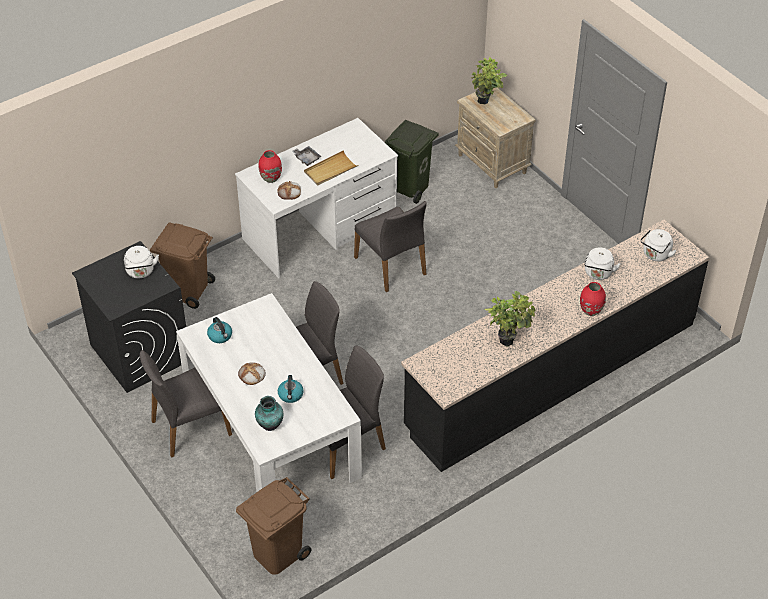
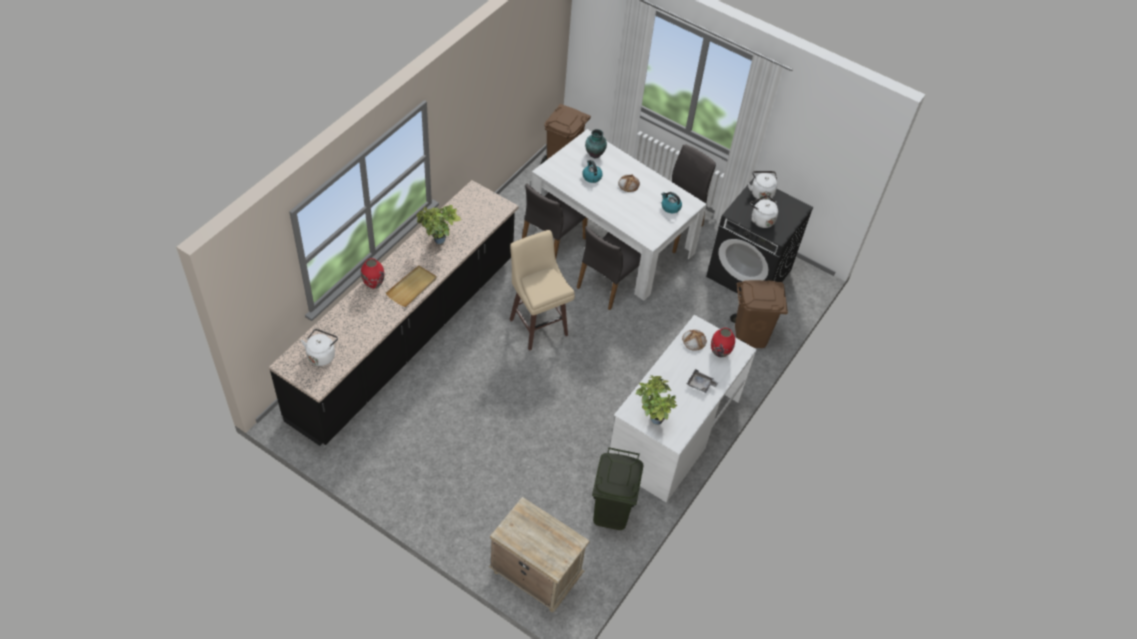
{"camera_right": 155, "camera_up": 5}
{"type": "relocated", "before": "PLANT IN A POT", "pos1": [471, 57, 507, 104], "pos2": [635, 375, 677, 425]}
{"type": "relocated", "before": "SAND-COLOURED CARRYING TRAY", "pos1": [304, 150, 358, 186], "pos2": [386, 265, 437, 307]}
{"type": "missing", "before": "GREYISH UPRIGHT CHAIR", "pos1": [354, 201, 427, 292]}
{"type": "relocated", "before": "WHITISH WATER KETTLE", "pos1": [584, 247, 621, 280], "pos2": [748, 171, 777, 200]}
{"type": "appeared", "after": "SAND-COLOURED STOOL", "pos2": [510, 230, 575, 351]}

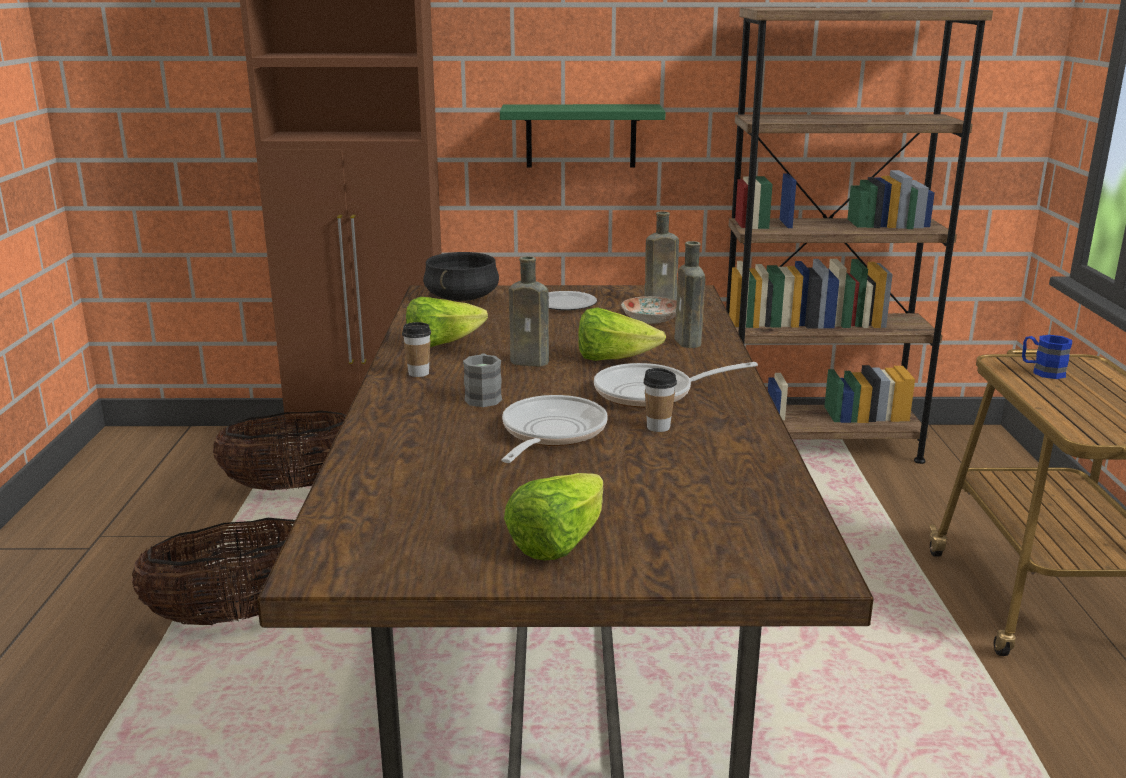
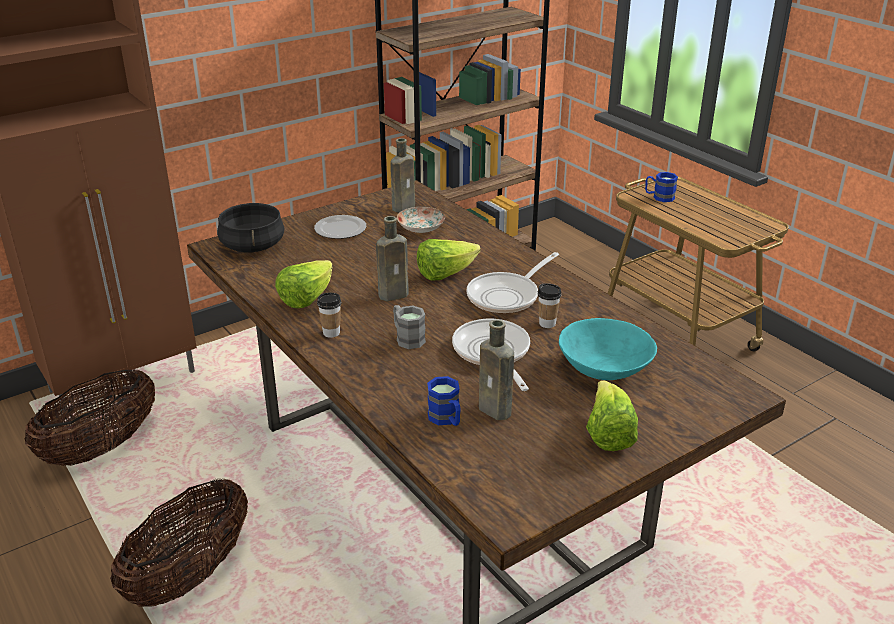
{"camera_right": -35, "camera_up": 10}
{"type": "missing", "before": "GREEN-COLOURED WALL SHELF", "pos1": [500, 104, 666, 167]}
{"type": "relocated", "before": "BROWN BEVERAGE BOTTLE", "pos1": [675, 241, 705, 348], "pos2": [479, 320, 514, 420]}
{"type": "appeared", "after": "TURQUOISE DEEP DISH", "pos2": [559, 318, 657, 380]}
{"type": "appeared", "after": "BLUE TEA MUG", "pos2": [427, 376, 461, 426]}

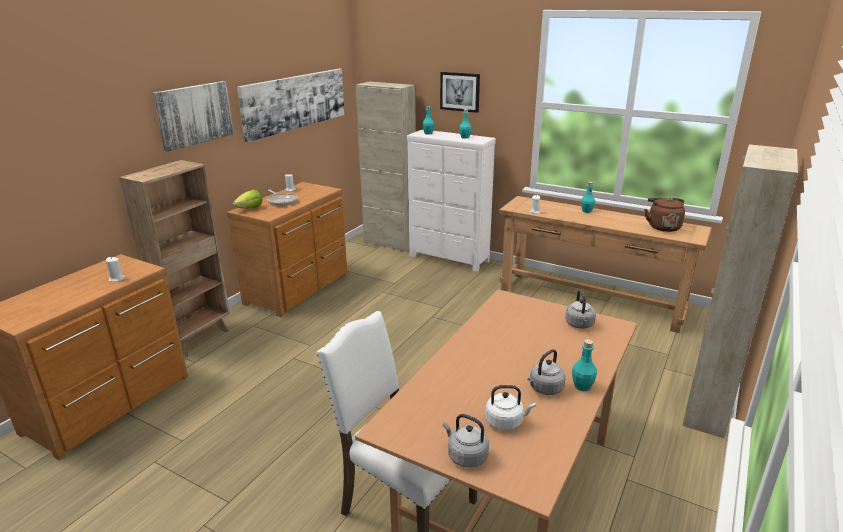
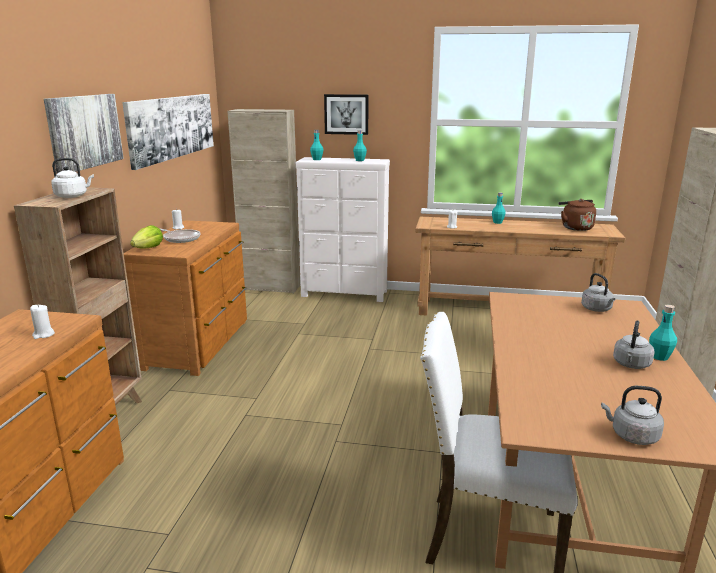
{"camera_right": -20, "camera_up": -5}
{"type": "relocated", "before": "WHITISH WATER KETTLE", "pos1": [485, 385, 536, 430], "pos2": [51, 158, 94, 198]}

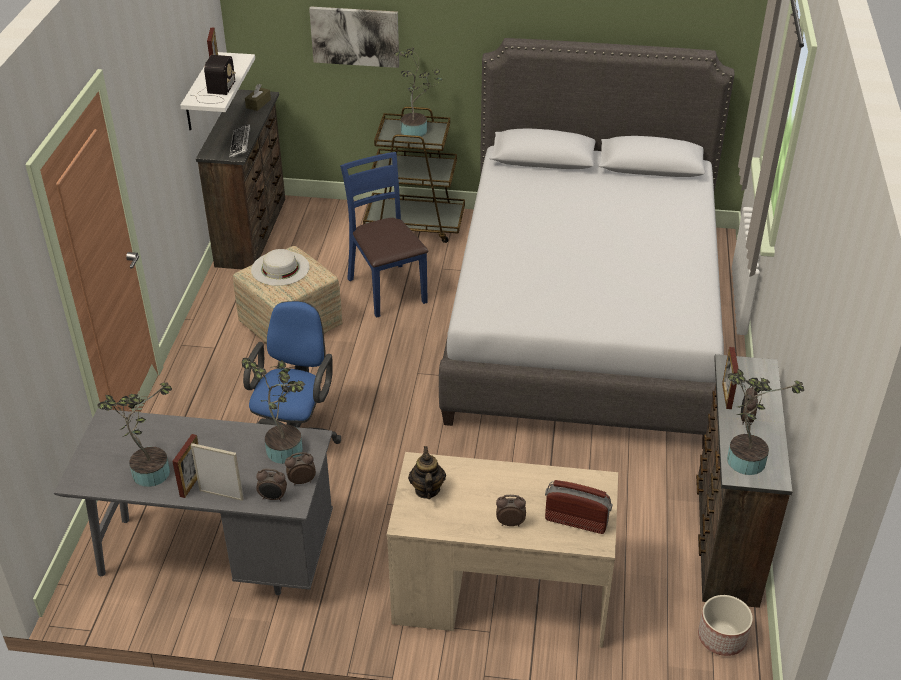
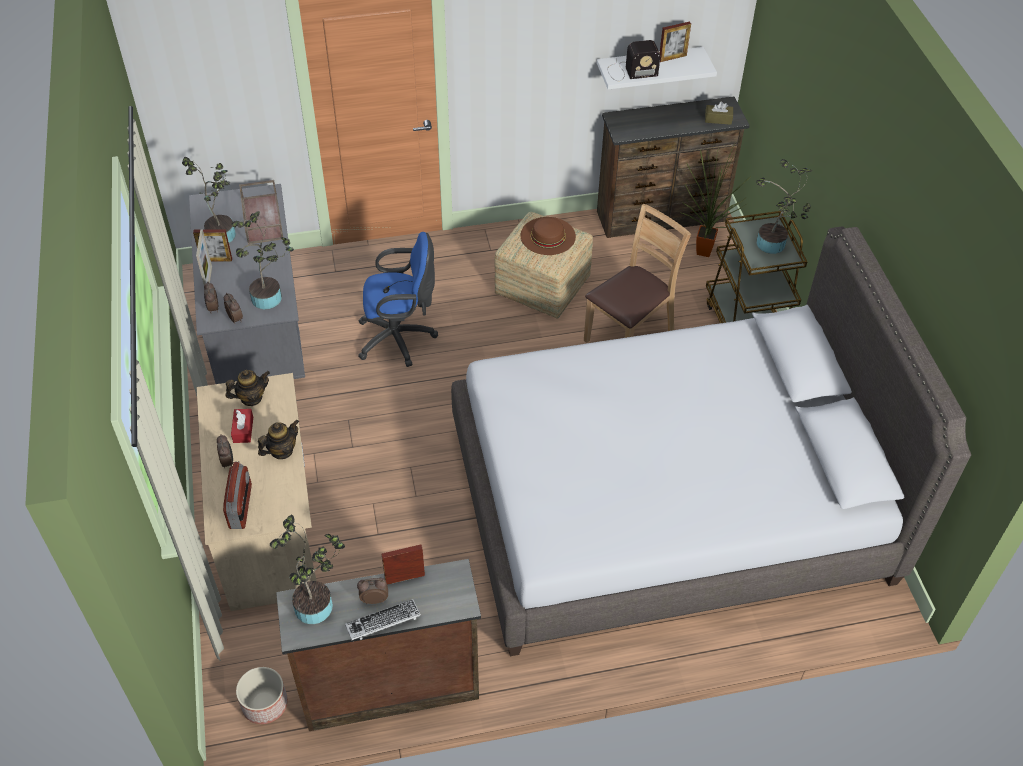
{"camera_right": 70, "camera_up": 10}
{"type": "missing", "before": "WALL ART", "pos1": [309, 6, 399, 68]}
{"type": "relocated", "before": "PC KEYBOARD", "pos1": [229, 124, 251, 159], "pos2": [345, 600, 421, 640]}
{"type": "colour", "before": "BLUE UPRIGHT CHAIR", "after": "BROWN UPRIGHT CHAIR", "pos1": [340, 152, 428, 318], "pos2": [584, 204, 691, 343]}
{"type": "colour", "before": "WHITISH WEARABLE HAT", "after": "BROWN WEARABLE HAT", "pos1": [251, 249, 309, 286], "pos2": [521, 217, 576, 255]}
{"type": "appeared", "after": "PLANT IN A POT", "pos2": [682, 143, 751, 257]}
{"type": "appeared", "after": "BROWN CARRYING TRAY", "pos2": [239, 180, 283, 245]}
{"type": "appeared", "after": "RED-COLOURED TISSUE HOLDER", "pos2": [231, 409, 253, 443]}
{"type": "appeared", "after": "TEAPOT", "pos2": [258, 419, 299, 459]}

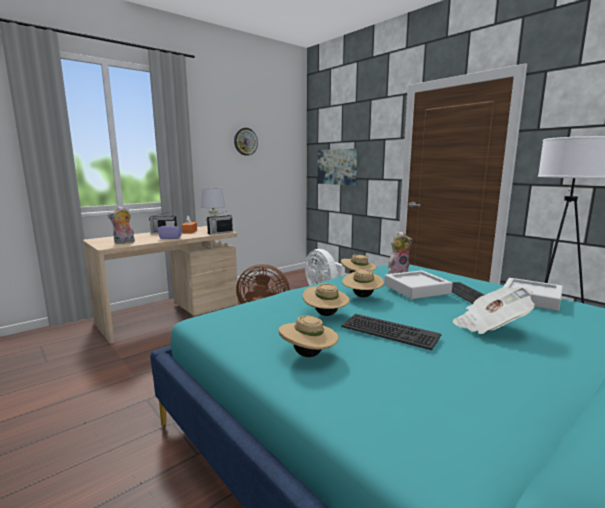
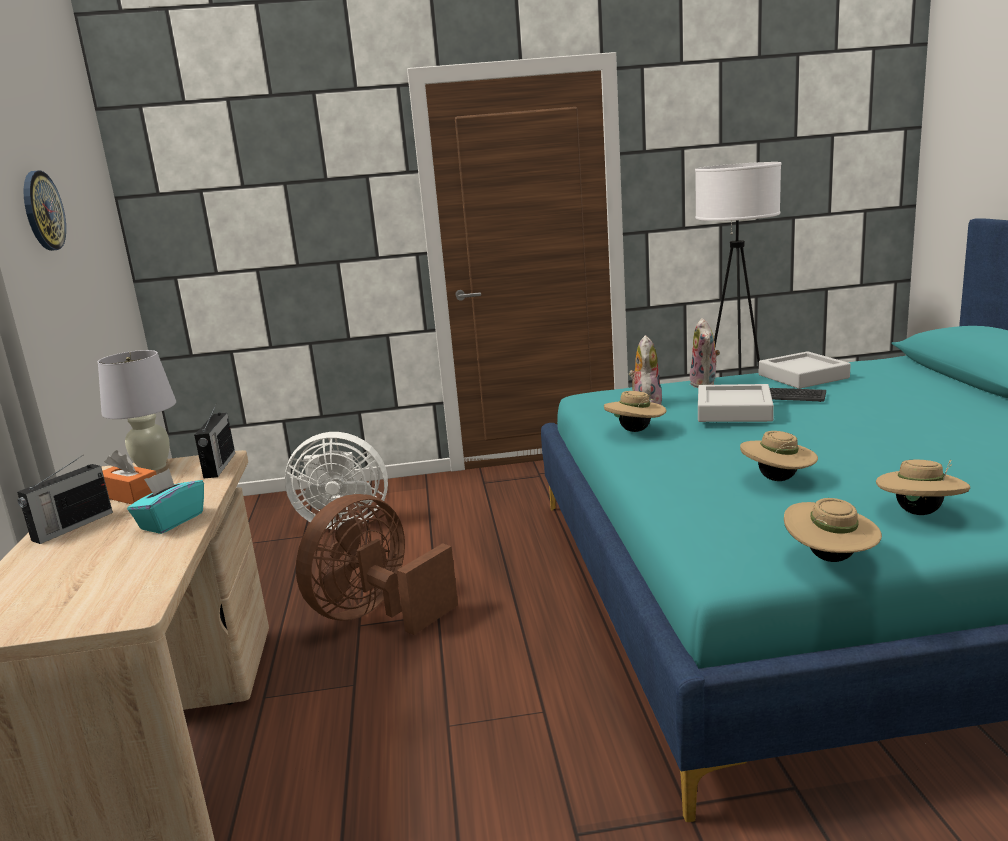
{"camera_right": -55, "camera_up": 5}
{"type": "missing", "before": "WALL ART", "pos1": [318, 149, 357, 186]}
{"type": "relocated", "before": "SOFT TOY", "pos1": [107, 206, 135, 244], "pos2": [690, 318, 720, 388]}
{"type": "colour", "before": "PURPLISH TISSUE HOLDER", "after": "TURQUOISE TISSUE HOLDER", "pos1": [157, 221, 183, 239], "pos2": [127, 469, 204, 534]}
{"type": "relocated", "before": "SAND-COLOURED WEARABLE HAT", "pos1": [342, 269, 384, 297], "pos2": [784, 498, 882, 562]}
{"type": "missing", "before": "PRINTED PAPER", "pos1": [453, 287, 535, 334]}
{"type": "missing", "before": "PC KEYBOARD", "pos1": [341, 314, 441, 350]}

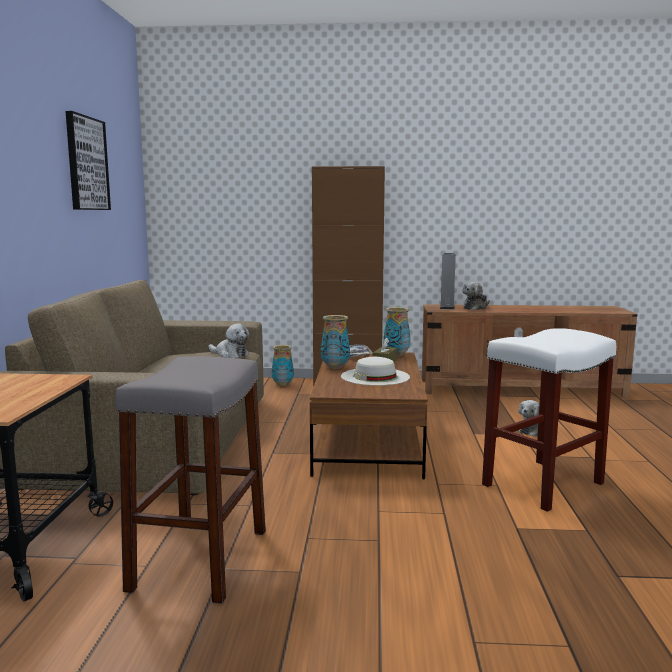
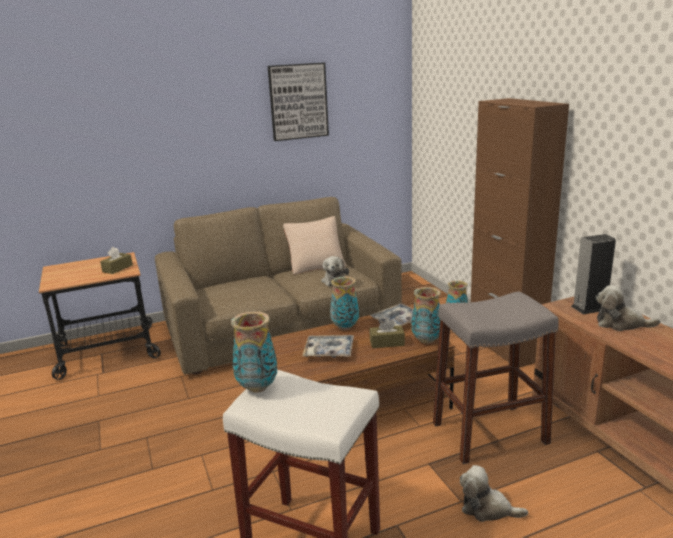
{"camera_right": 65, "camera_up": 10}
{"type": "relocated", "before": "GREYISH STOOL", "pos1": [115, 356, 266, 604], "pos2": [433, 292, 559, 464]}
{"type": "exchanged", "before": "WHITISH WEARABLE HAT", "after": "CARRYING TRAY", "pos1": [341, 357, 410, 386], "pos2": [302, 335, 354, 358]}
{"type": "appeared", "after": "SAND-COLOURED THROW PILLOW", "pos2": [283, 216, 346, 275]}
{"type": "appeared", "after": "BROWN TISSUE HOLDER", "pos2": [100, 247, 133, 274]}
{"type": "appeared", "after": "VASE", "pos2": [231, 311, 277, 393]}

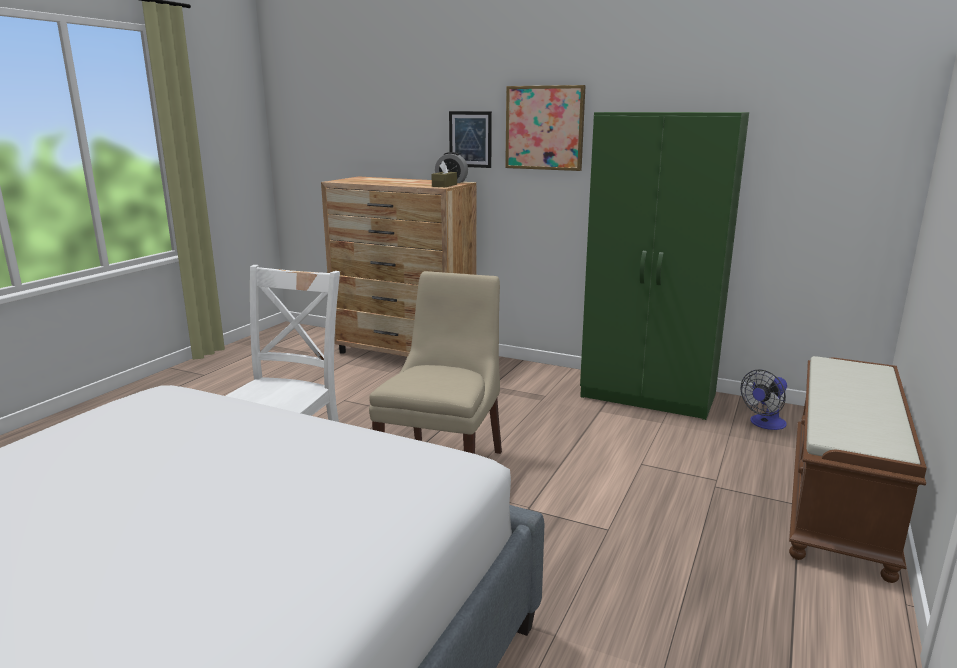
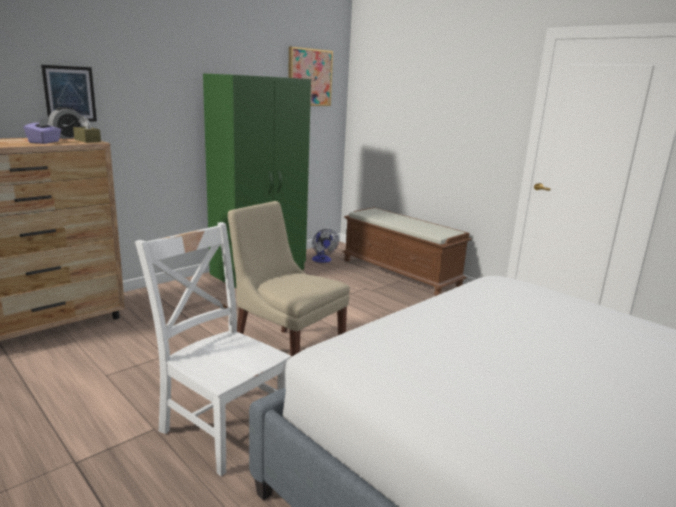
{"camera_right": -70, "camera_up": 0}
{"type": "relocated", "before": "WALL ART", "pos1": [505, 85, 586, 171], "pos2": [288, 47, 333, 106]}
{"type": "appeared", "after": "PURPLISH TISSUE HOLDER", "pos2": [24, 117, 61, 144]}

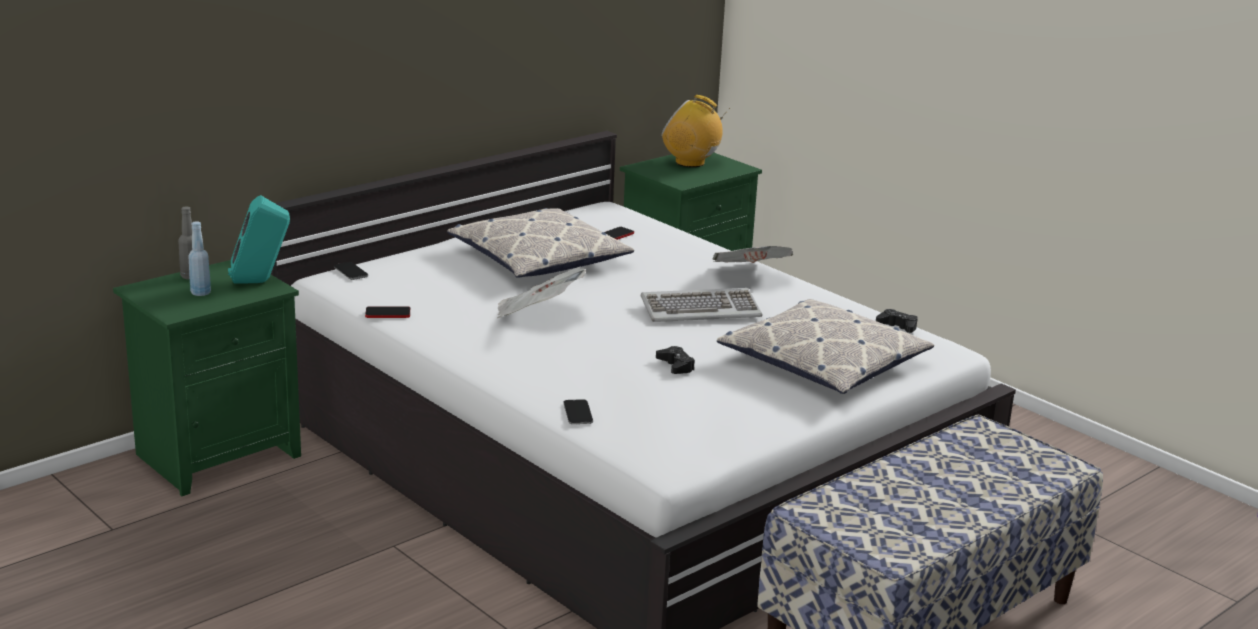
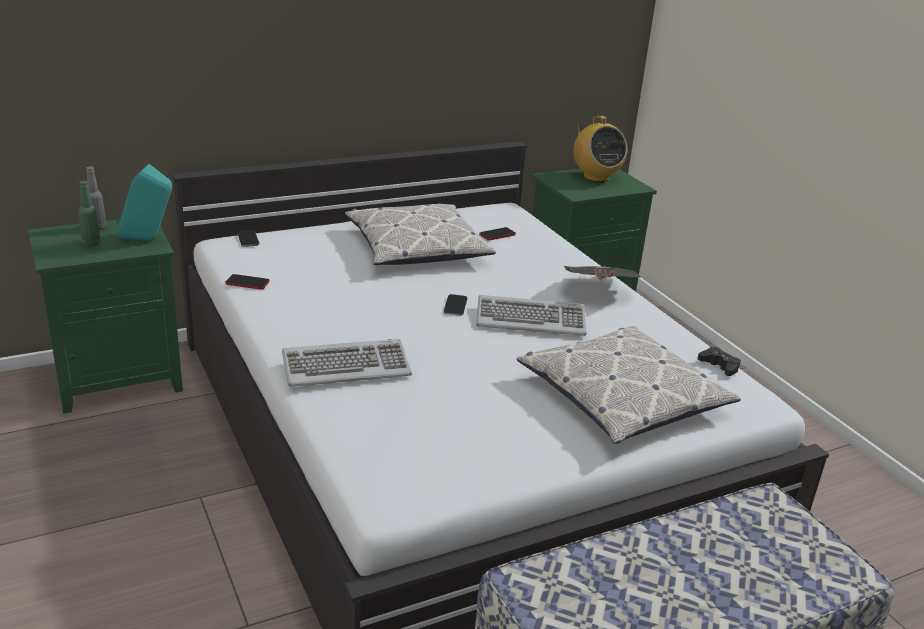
{"camera_right": 15, "camera_up": 5}
{"type": "spun", "before": "RADIO", "pos1": [661, 95, 730, 167], "pos2": [573, 116, 628, 182], "turn": -150}
{"type": "colour", "before": "BLUE BEVERAGE BOTTLE", "after": "GREEN-COLOURED BEVERAGE BOTTLE", "pos1": [188, 221, 211, 296], "pos2": [78, 181, 101, 246]}
{"type": "missing", "before": "PRINTED PAPER", "pos1": [497, 266, 586, 318]}
{"type": "missing", "before": "BLACKISH GAME CONTROLLER", "pos1": [656, 346, 695, 374]}
{"type": "relocated", "before": "HANDSET", "pos1": [563, 399, 593, 424], "pos2": [444, 294, 467, 316]}
{"type": "appeared", "after": "PC KEYBOARD", "pos2": [282, 339, 412, 386]}

